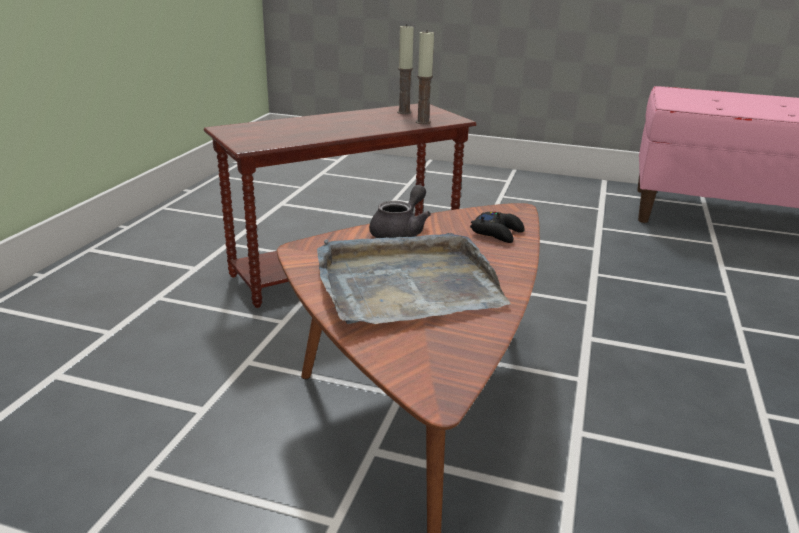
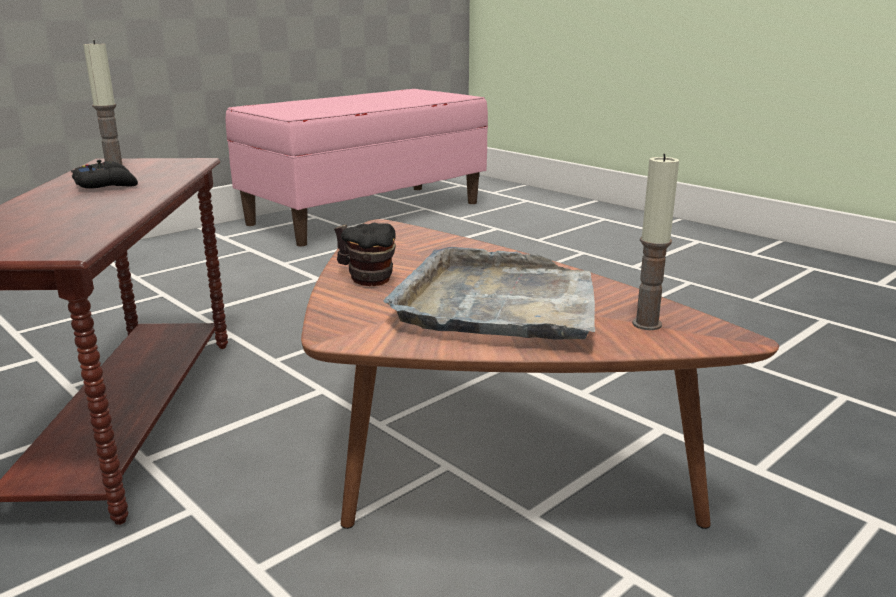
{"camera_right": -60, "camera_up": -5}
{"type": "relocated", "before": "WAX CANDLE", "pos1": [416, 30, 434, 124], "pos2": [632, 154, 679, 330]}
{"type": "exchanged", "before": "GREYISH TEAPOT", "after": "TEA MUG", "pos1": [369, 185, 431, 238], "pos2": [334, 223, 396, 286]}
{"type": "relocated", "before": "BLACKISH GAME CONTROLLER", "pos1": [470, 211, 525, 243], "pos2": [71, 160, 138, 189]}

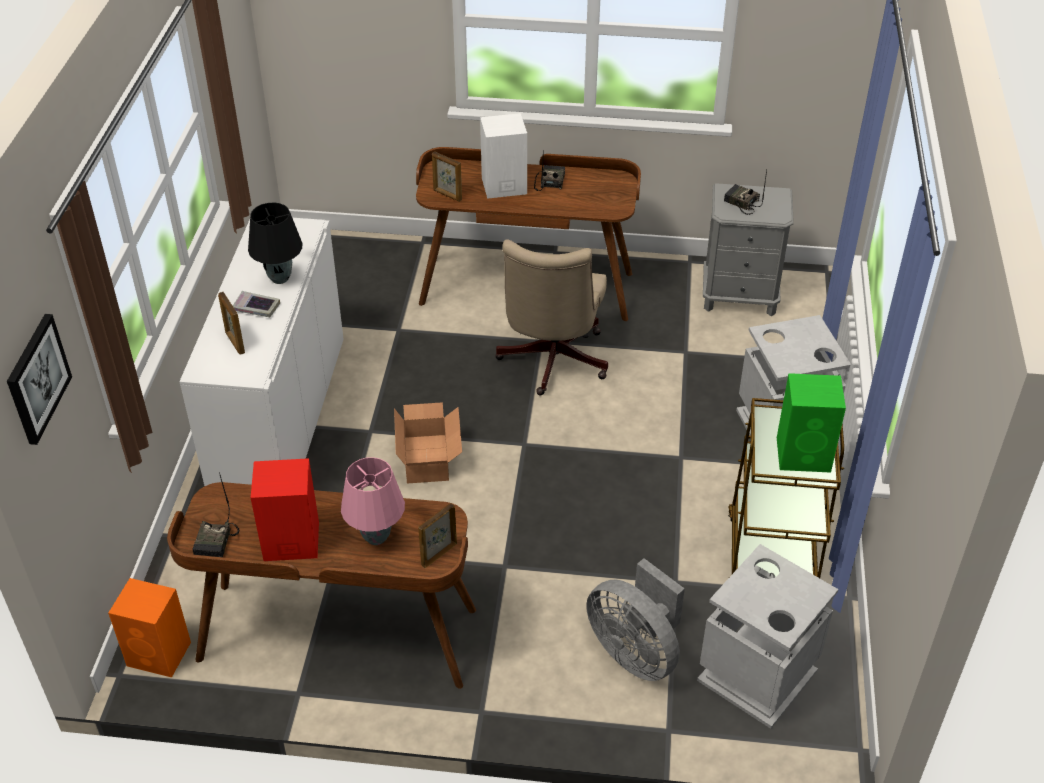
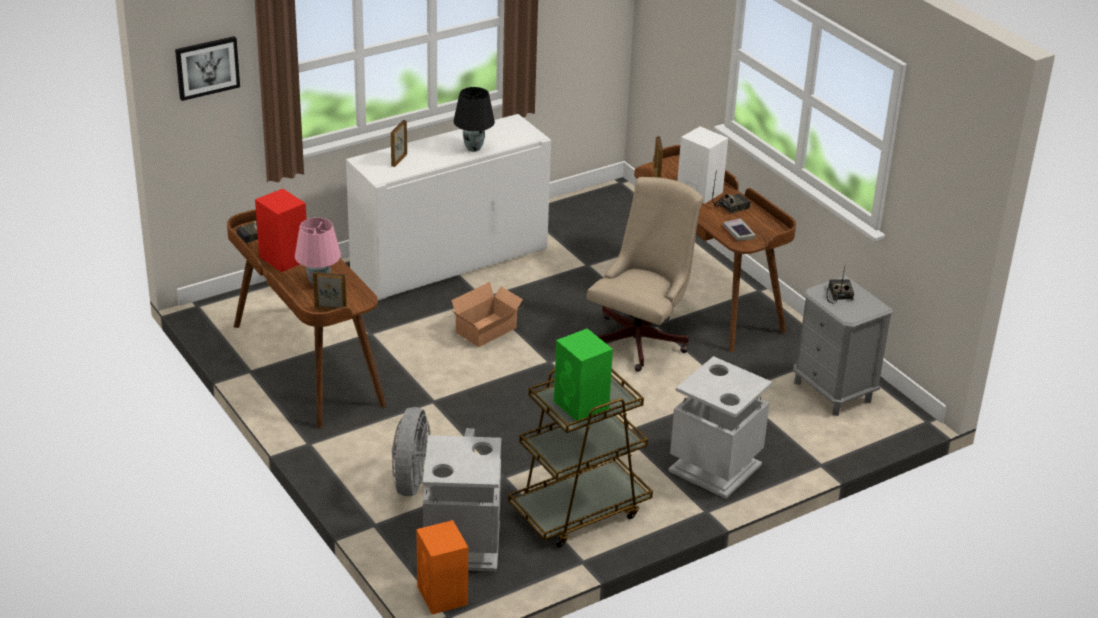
{"camera_right": 50, "camera_up": -10}
{"type": "spun", "before": "SAND-COLOURED DESK CHAIR", "pos1": [495, 239, 608, 395], "pos2": [587, 177, 703, 372], "turn": 150}
{"type": "relocated", "before": "VOLUME", "pos1": [233, 291, 280, 317], "pos2": [723, 218, 756, 241]}
{"type": "relocated", "before": "ORANGE-COLOURED LOUDSPEAKER", "pos1": [108, 578, 191, 677], "pos2": [417, 520, 468, 615]}

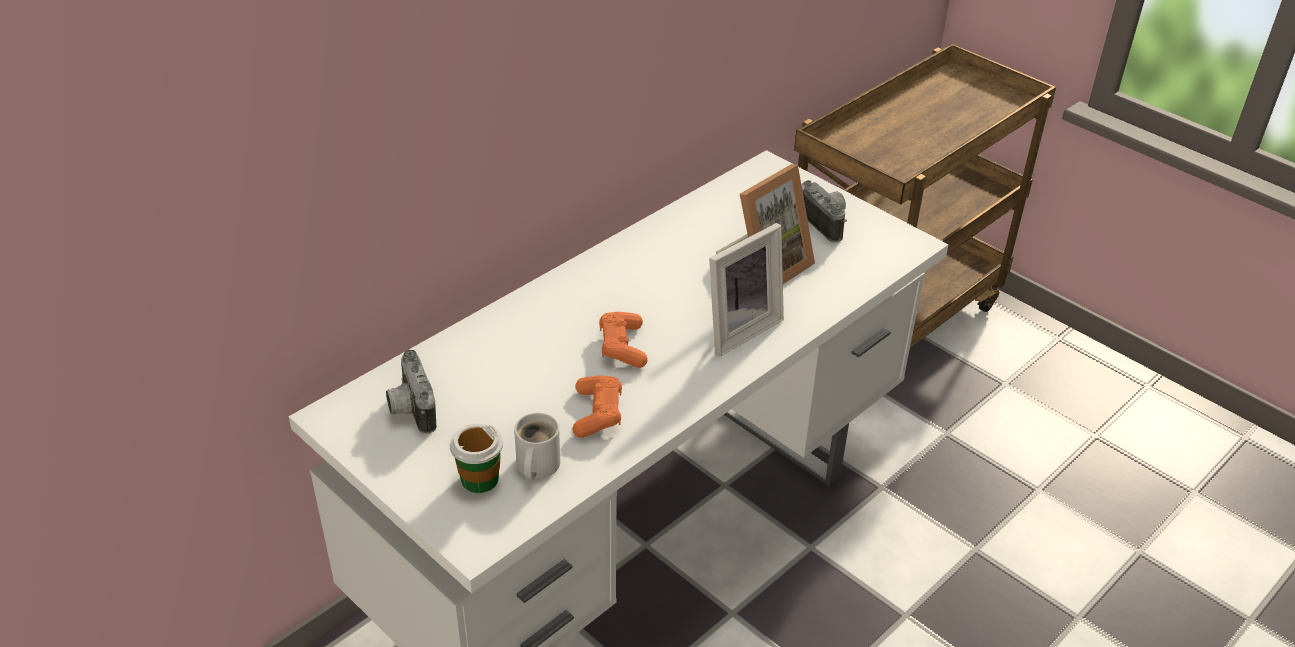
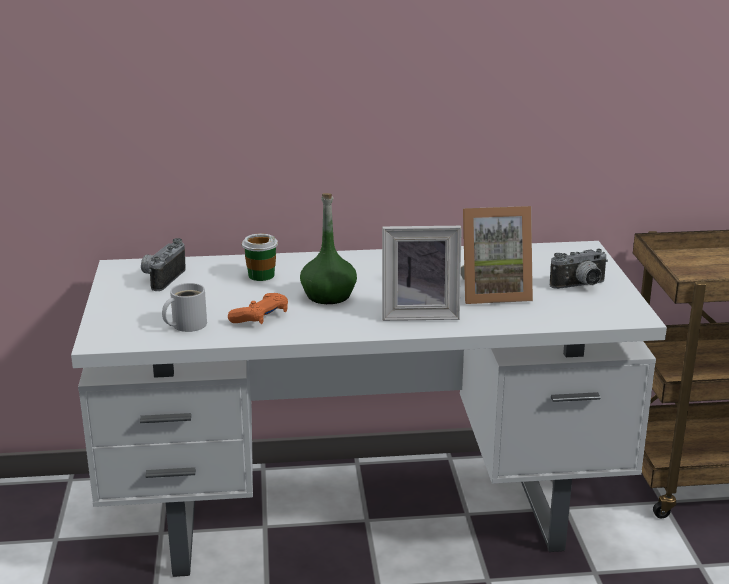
{"camera_right": 40, "camera_up": -15}
{"type": "spun", "before": "PHOTO CAMERA", "pos1": [801, 180, 847, 243], "pos2": [550, 249, 608, 289], "turn": 60}
{"type": "exchanged", "before": "ORANGE-COLOURED GAME CONTROLLER", "after": "GREEN-COLOURED BEVERAGE BOTTLE", "pos1": [599, 312, 648, 368], "pos2": [300, 193, 357, 304]}
{"type": "relocated", "before": "CUP", "pos1": [449, 424, 503, 493], "pos2": [242, 233, 278, 281]}

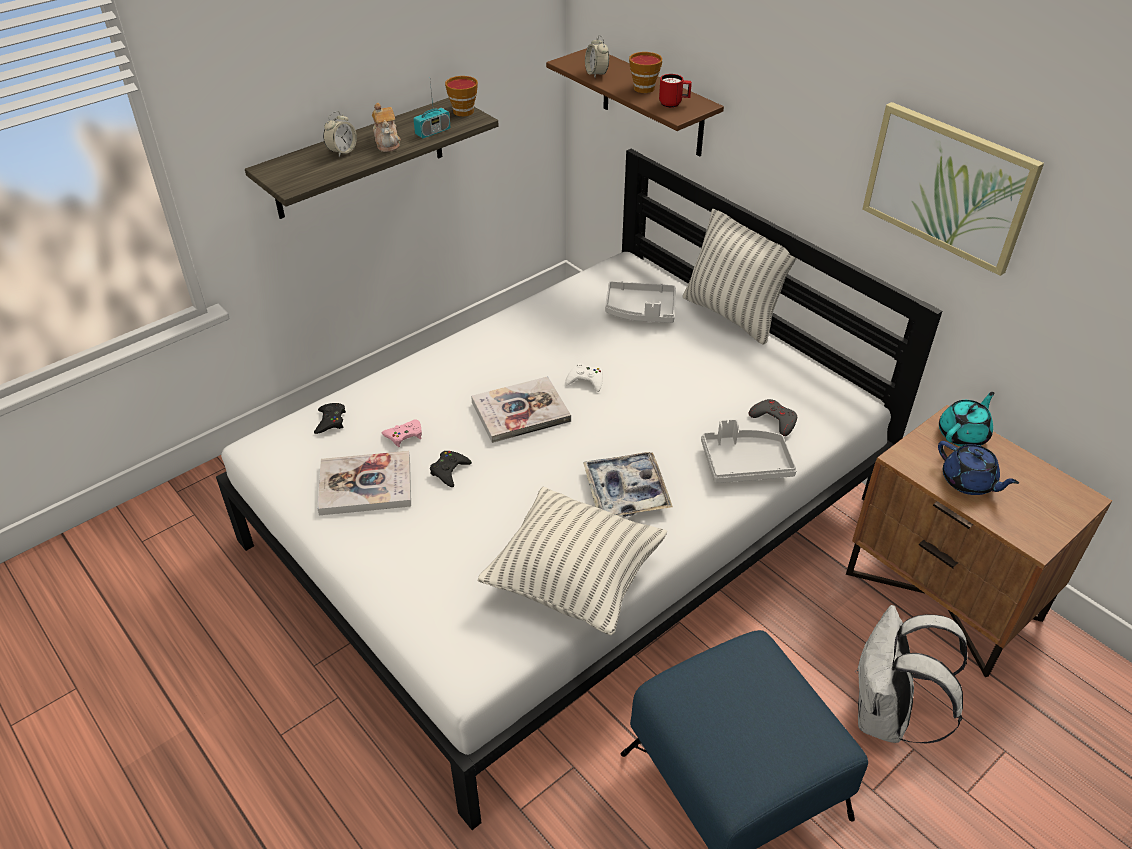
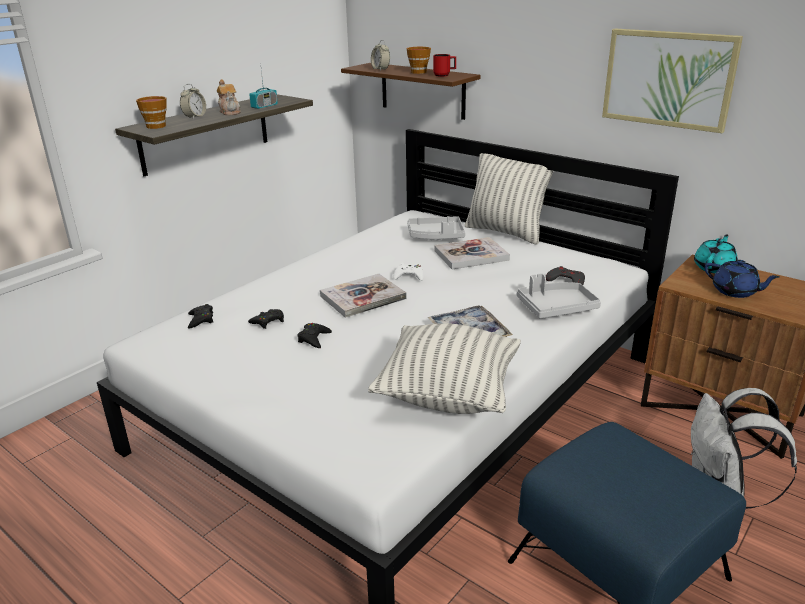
{"camera_right": -10, "camera_up": -15}
{"type": "relocated", "before": "CUP", "pos1": [445, 76, 478, 116], "pos2": [136, 96, 167, 129]}
{"type": "colour", "before": "PINK-COLOURED GAME CONTROLLER", "after": "BLACKISH GAME CONTROLLER", "pos1": [382, 419, 422, 447], "pos2": [248, 309, 284, 329]}
{"type": "relocated", "before": "VOLUME", "pos1": [317, 451, 411, 515], "pos2": [434, 237, 510, 269]}

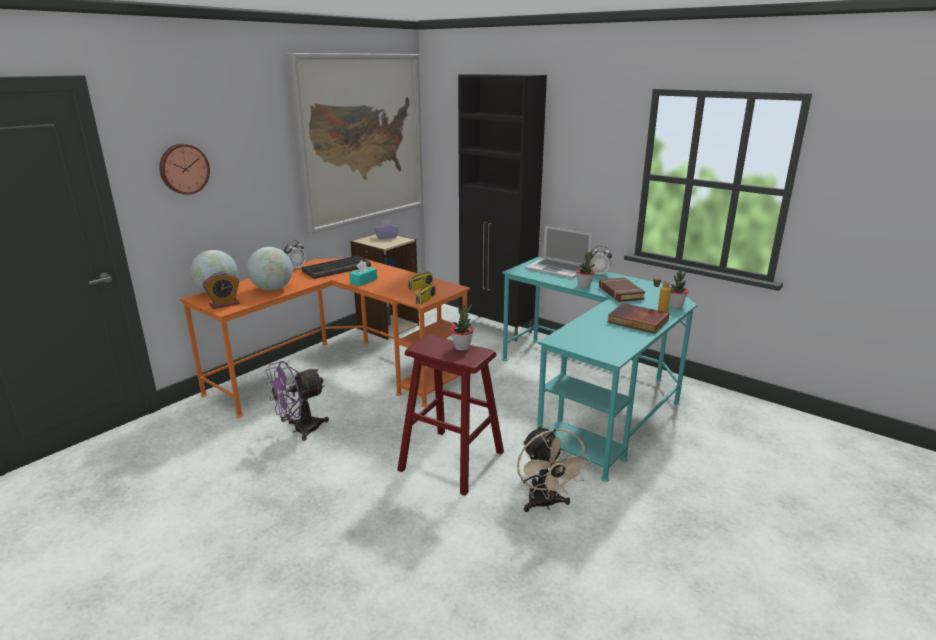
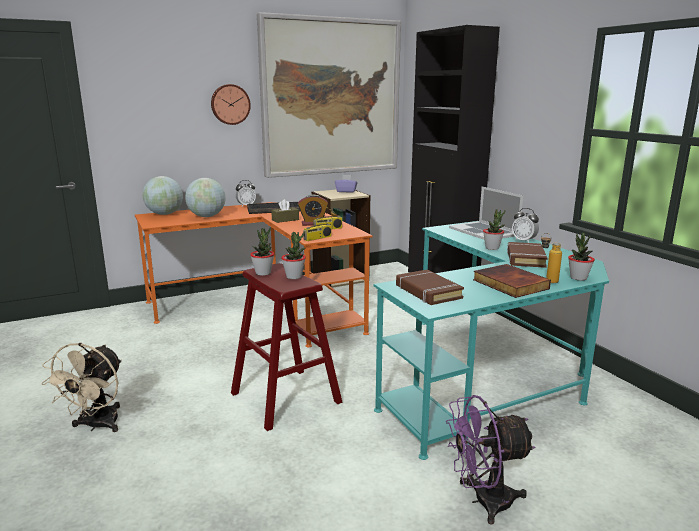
{"camera_right": 25, "camera_up": -5}
{"type": "relocated", "before": "WALL CLOCK", "pos1": [159, 144, 210, 195], "pos2": [211, 84, 251, 125]}
{"type": "colour", "before": "TURQUOISE TISSUE HOLDER", "after": "BROWN TISSUE HOLDER", "pos1": [349, 260, 377, 286], "pos2": [271, 199, 299, 223]}
{"type": "relocated", "before": "TABLE CLOCK", "pos1": [202, 272, 239, 309], "pos2": [298, 195, 328, 226]}
{"type": "relocated", "before": "PURPLISH FAN", "pos1": [265, 361, 329, 441], "pos2": [446, 395, 536, 525]}
{"type": "relocated", "before": "SAND-COLOURED FAN", "pos1": [517, 426, 591, 512], "pos2": [41, 343, 122, 432]}
{"type": "appeared", "after": "PLANT IN A POT", "pos2": [250, 227, 274, 276]}
{"type": "appeared", "after": "BROWN VOLUME", "pos2": [396, 270, 464, 305]}

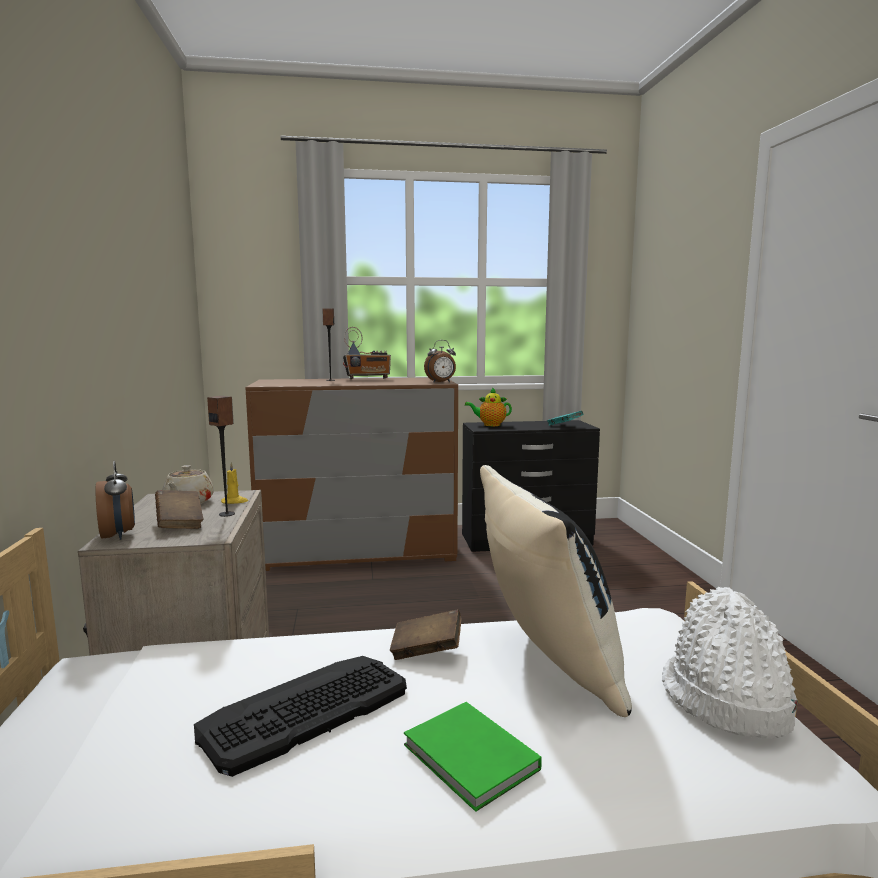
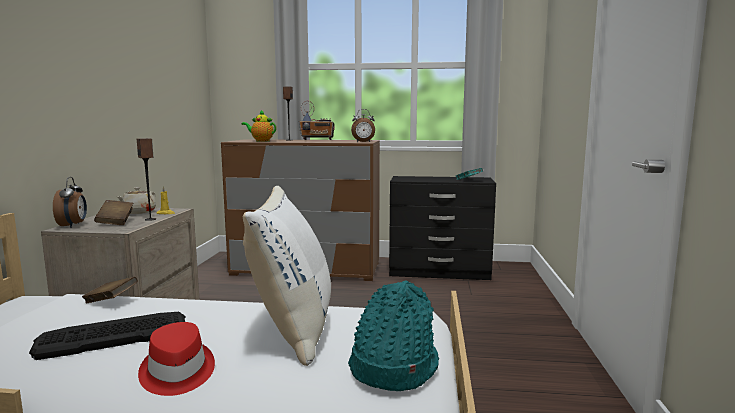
{"camera_right": 15, "camera_up": 0}
{"type": "relocated", "before": "TEAPOT", "pos1": [465, 387, 512, 426], "pos2": [242, 110, 276, 142]}
{"type": "colour", "before": "BLACKISH THROW PILLOW", "after": "WHITISH THROW PILLOW", "pos1": [480, 465, 632, 717], "pos2": [243, 186, 331, 366]}
{"type": "colour", "before": "WHITISH WEARABLE HAT", "after": "TURQUOISE WEARABLE HAT", "pos1": [662, 587, 798, 739], "pos2": [348, 281, 439, 391]}
{"type": "relocated", "before": "BROWN VOLUME", "pos1": [390, 609, 461, 660], "pos2": [82, 277, 138, 304]}
{"type": "exchanged", "before": "GREEN-COLOURED VOLUME", "after": "RED-COLOURED WEARABLE HAT", "pos1": [404, 702, 542, 812], "pos2": [138, 322, 215, 396]}

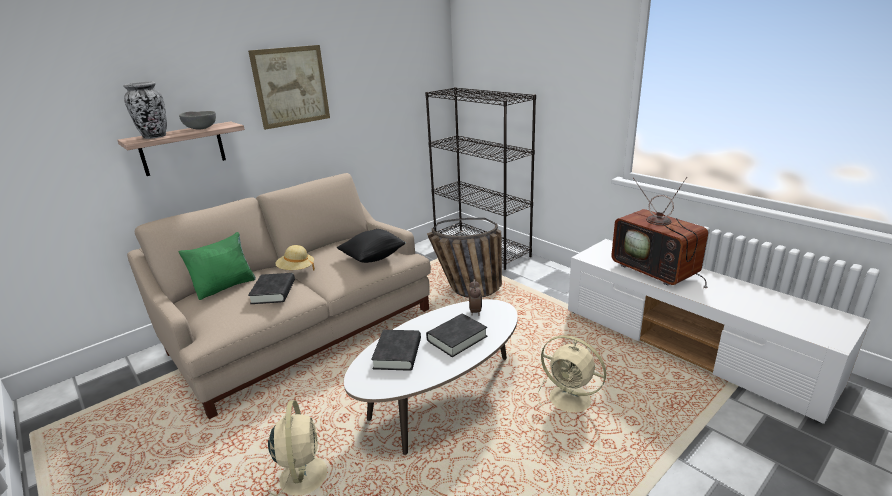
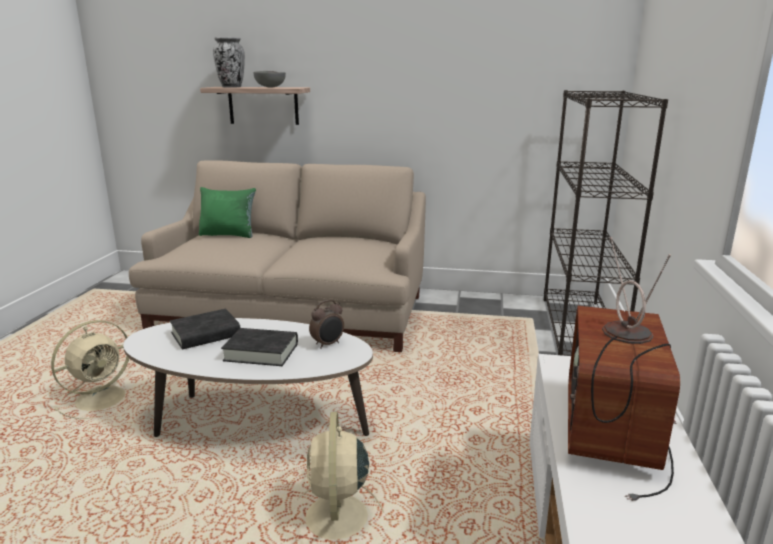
{"camera_right": 50, "camera_up": -5}
{"type": "missing", "before": "WALL ART", "pos1": [248, 45, 330, 130]}
{"type": "missing", "before": "HOUSEHOLD BASKET", "pos1": [427, 218, 502, 298]}
{"type": "missing", "before": "BLACKISH THROW PILLOW", "pos1": [337, 229, 406, 263]}
{"type": "missing", "before": "SAND-COLOURED WEARABLE HAT", "pos1": [275, 245, 315, 271]}
{"type": "missing", "before": "BLACKISH VOLUME", "pos1": [248, 273, 295, 304]}

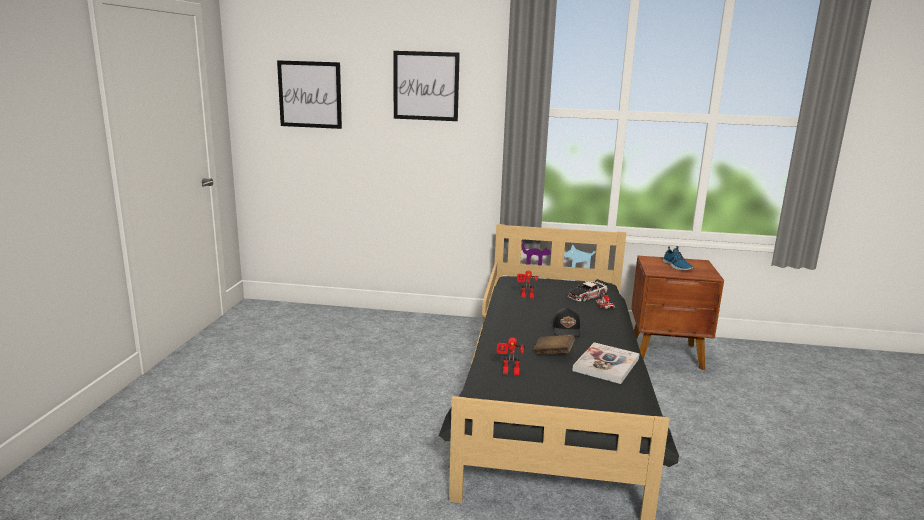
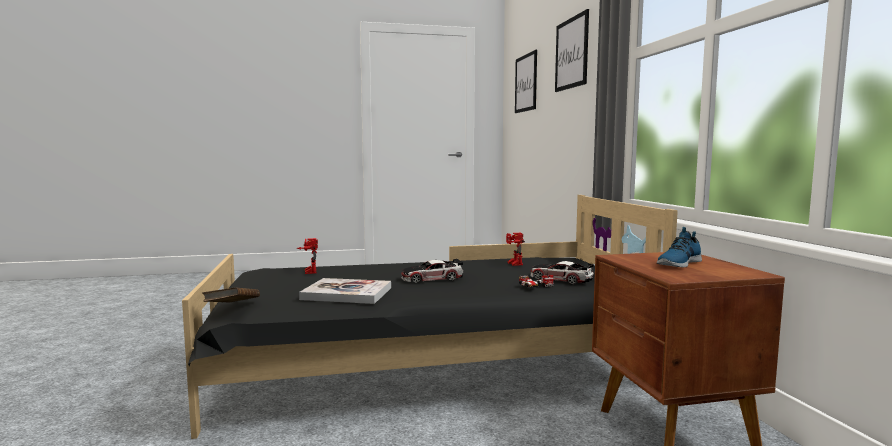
{"camera_right": 70, "camera_up": -10}
{"type": "exchanged", "before": "BLACKISH BASEBALL CAP", "after": "MODEL CAR", "pos1": [553, 308, 581, 337], "pos2": [401, 259, 463, 283]}
{"type": "relocated", "before": "BROWN VOLUME", "pos1": [534, 334, 575, 355], "pos2": [202, 287, 260, 303]}

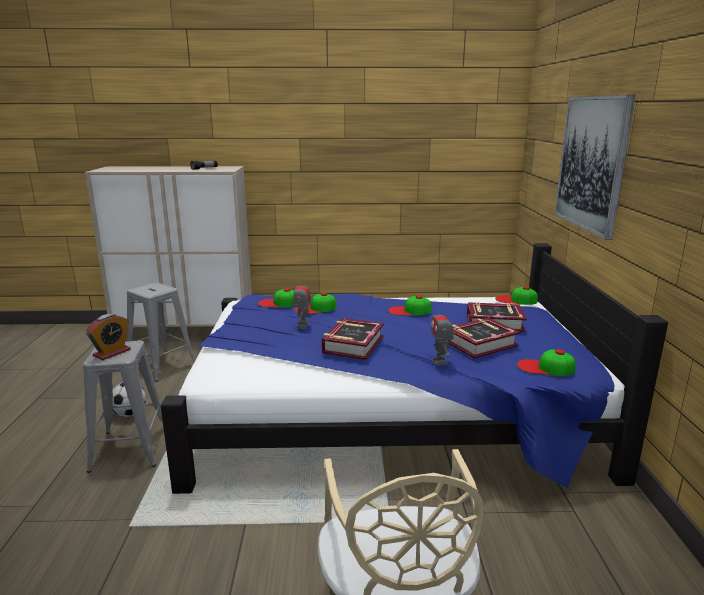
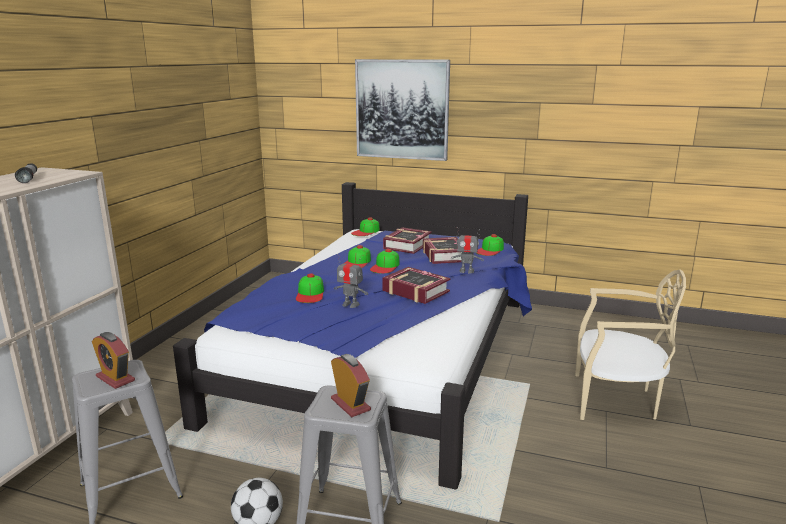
{"camera_right": -70, "camera_up": 0}
{"type": "relocated", "before": "BASEBALL CAP", "pos1": [258, 288, 294, 307], "pos2": [370, 249, 400, 274]}
{"type": "appeared", "after": "TABLE CLOCK", "pos2": [92, 332, 135, 389]}

